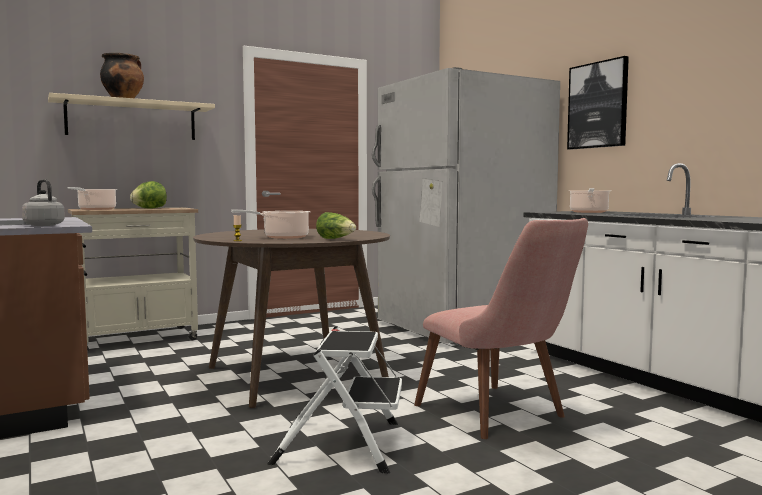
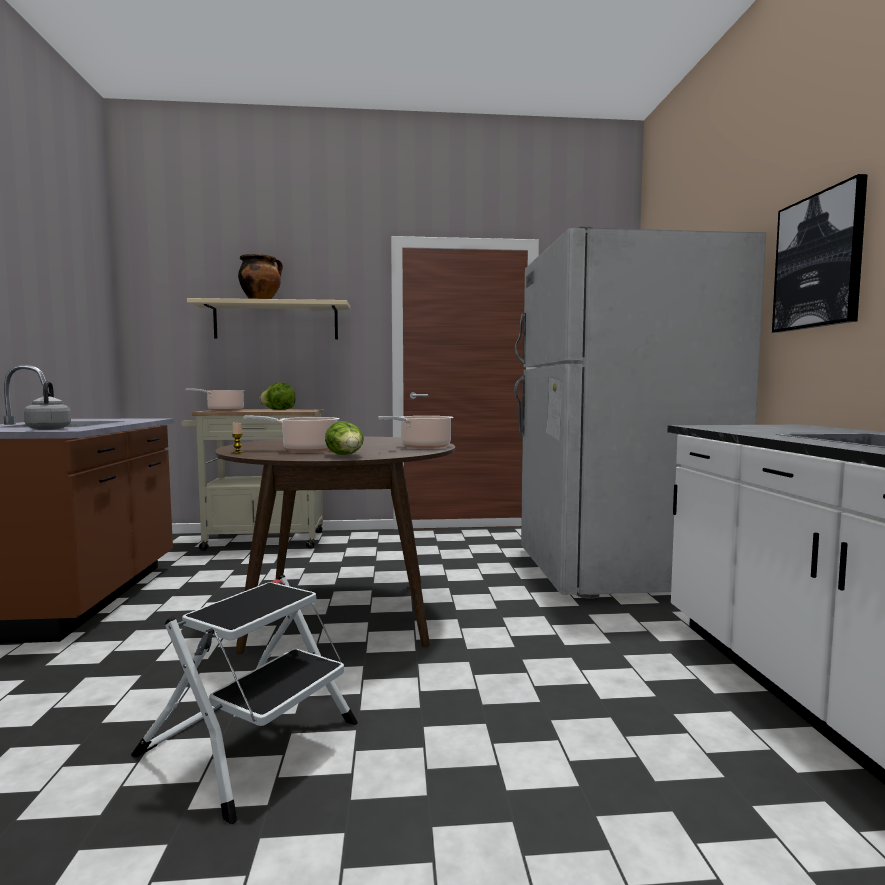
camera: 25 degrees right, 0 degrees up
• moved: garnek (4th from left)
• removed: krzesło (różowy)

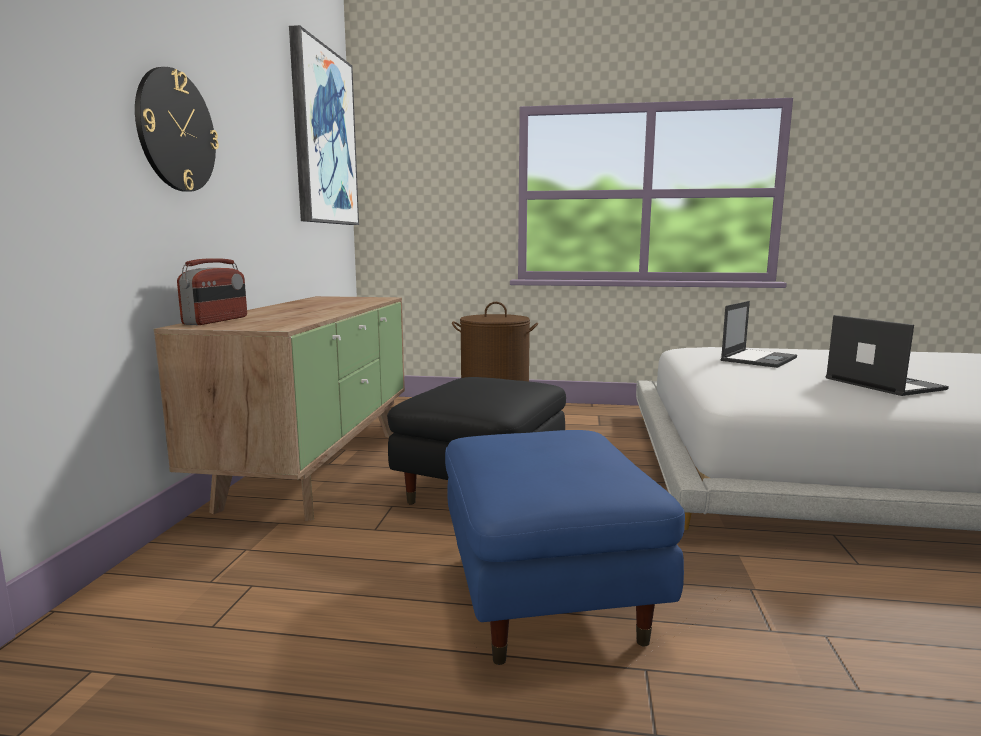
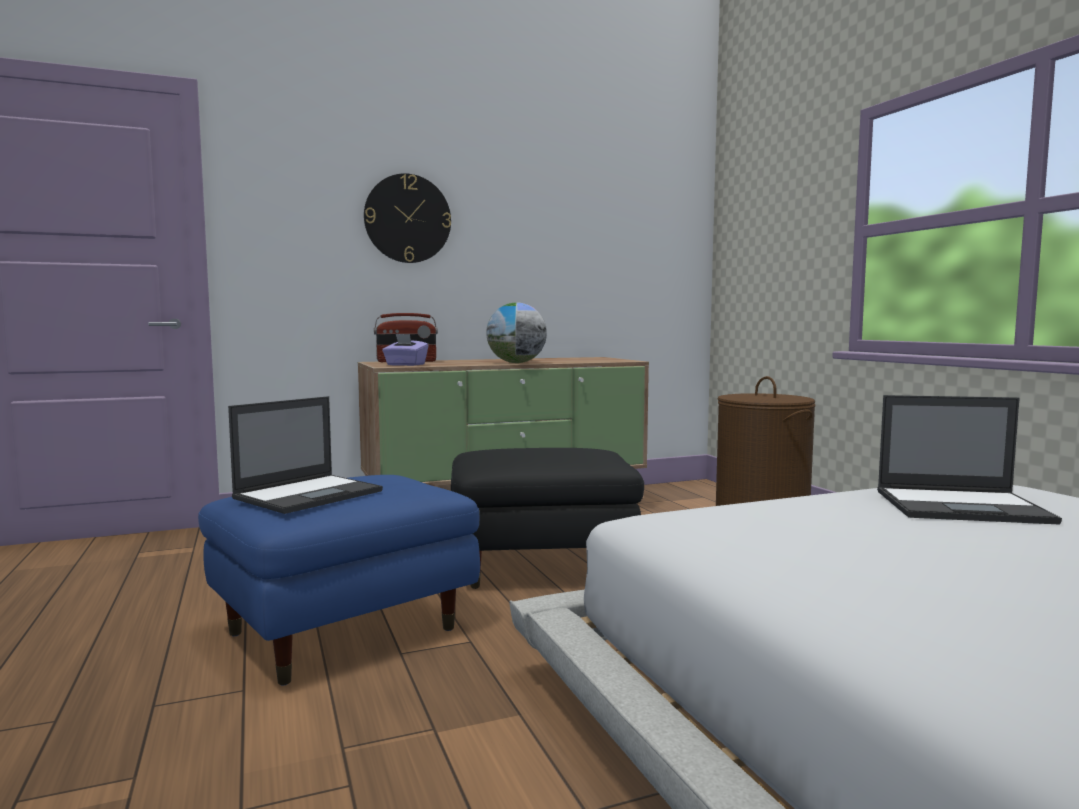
camera: 60 degrees right, 5 degrees down
• removed: obraz
• moved: laptop (2nd from left in the first image) to laptop (1st from left)
• added: globus
• added: pudełko chusteczek (fioletowy)

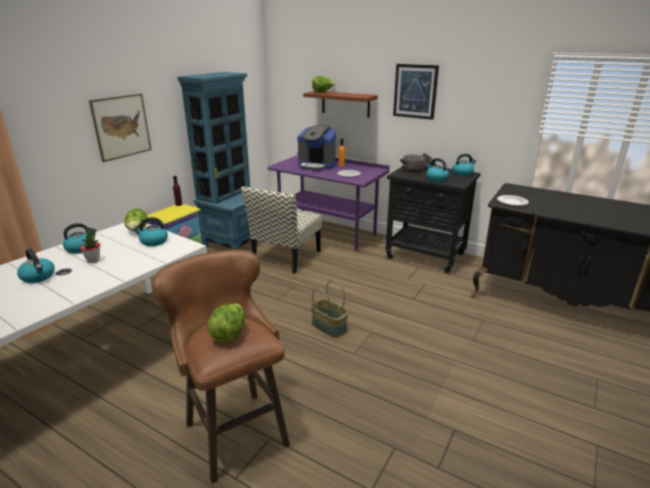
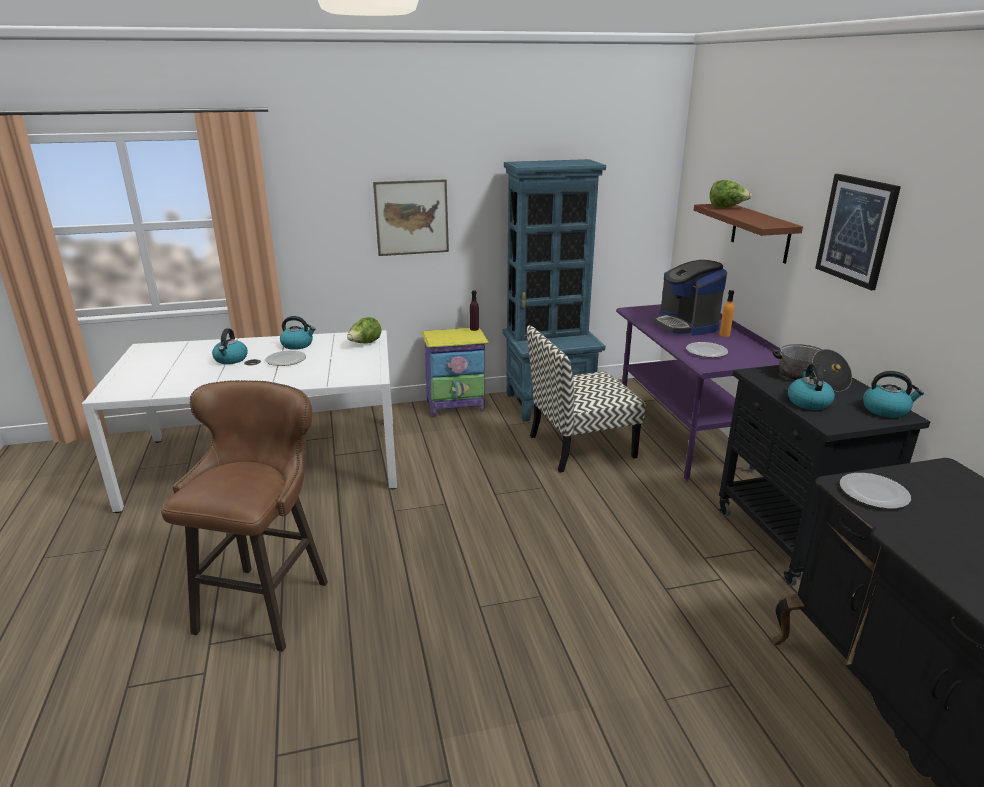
camera: 45 degrees right, 0 degrees up
• removed: czajnik (3rd from left)
• replaced: roślina doniczkowa to talerz (1st from left)
• removed: koszyk
• removed: sałata (2nd from left)

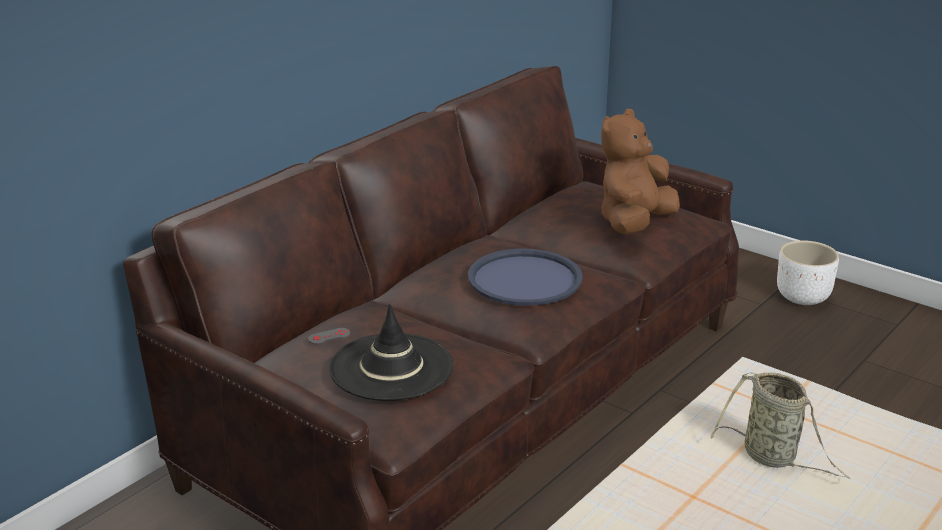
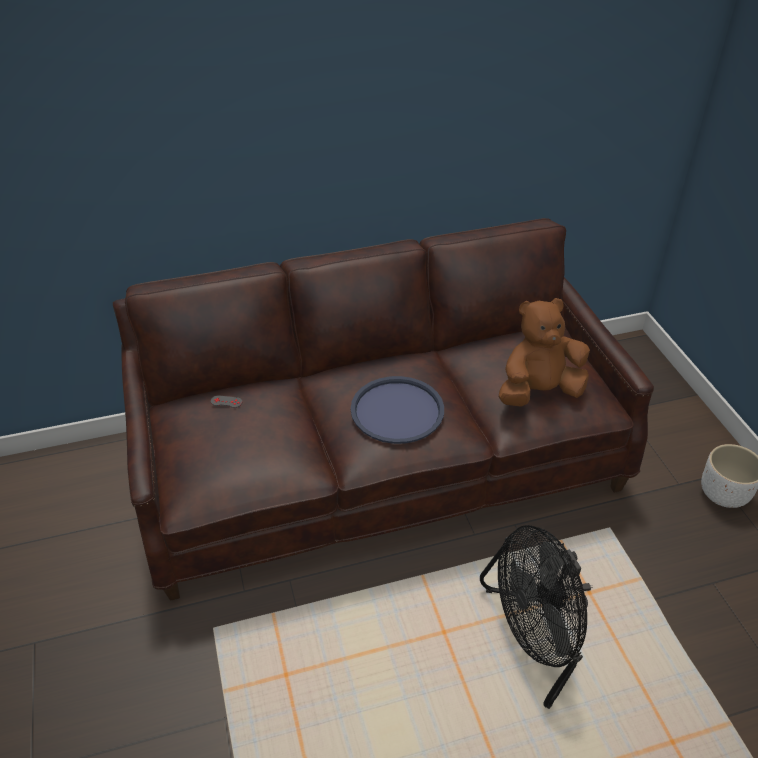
camera: 35 degrees right, 15 degrees up
• removed: kapelusz (czarny)
• replaced: koszyk to wentylator (czarny)

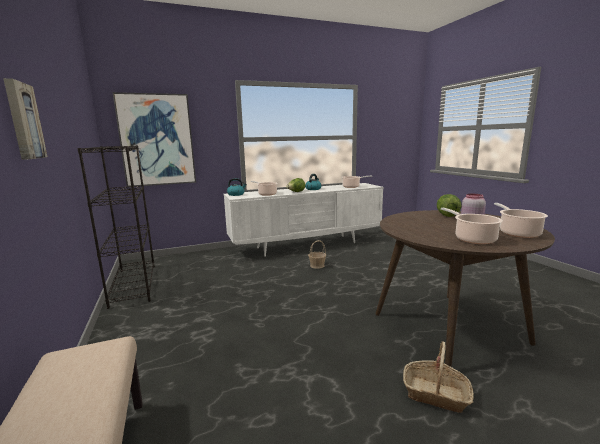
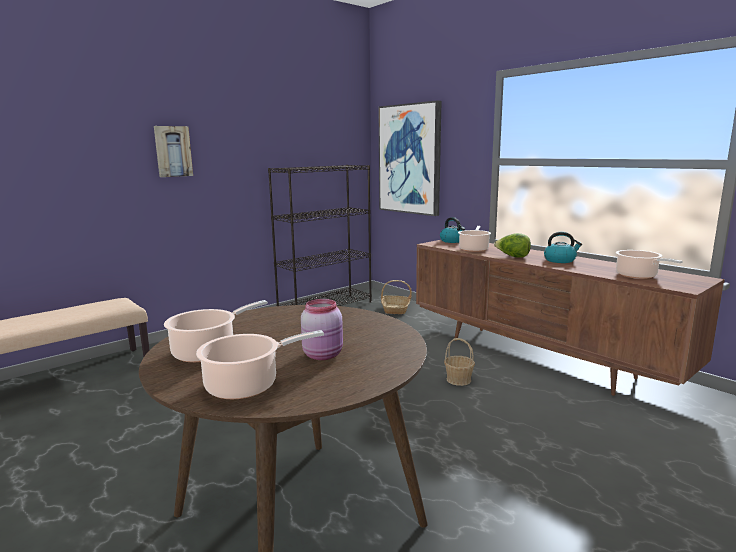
camera: 70 degrees right, 0 degrees up
• recoloured: szafka (biały) to szafka (brązowy)
• removed: sałata (2nd from left)
• moved: koszyk (2nd from left in the first image) to koszyk (1st from left)

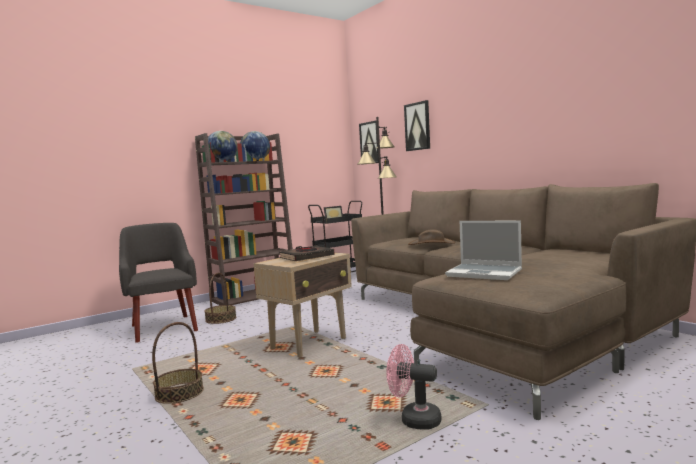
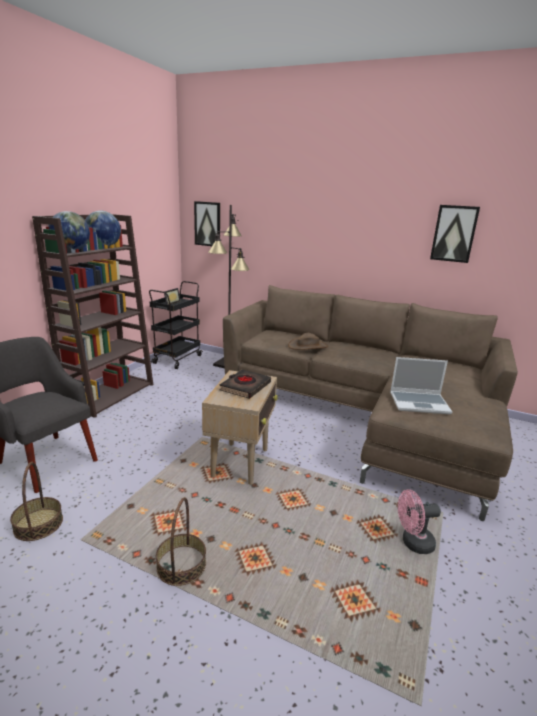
camera: 30 degrees left, 15 degrees up
• moved: obraz (2nd from left)
• moved: koszyk (2nd from left in the first image) to koszyk (1st from left)

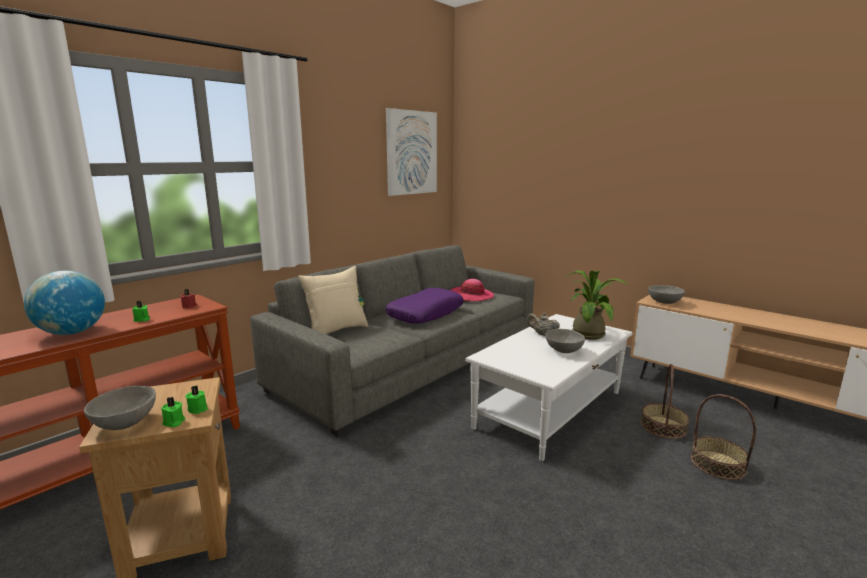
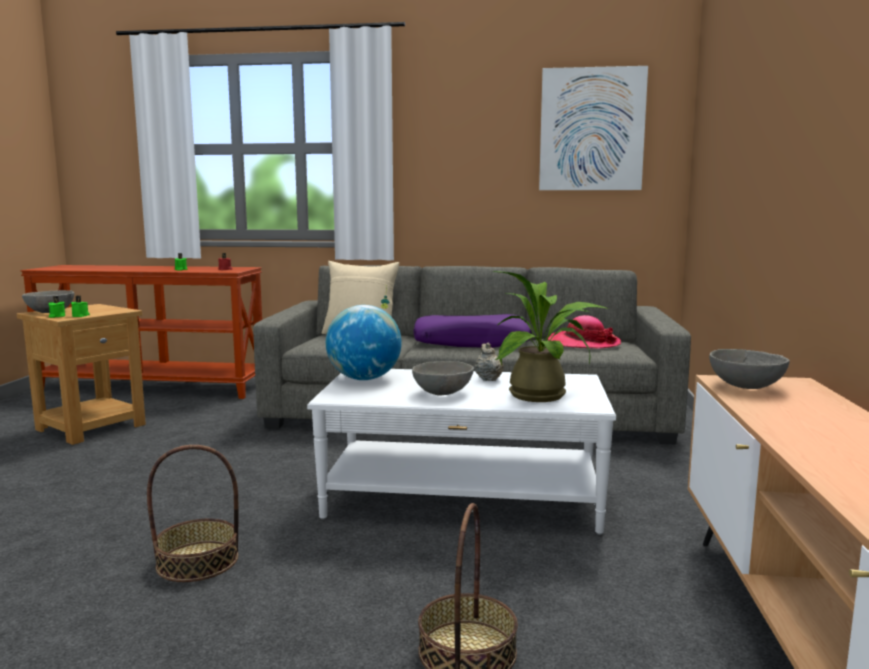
camera: 55 degrees right, 5 degrees down
• moved: globus
• moved: koszyk (1st from left)

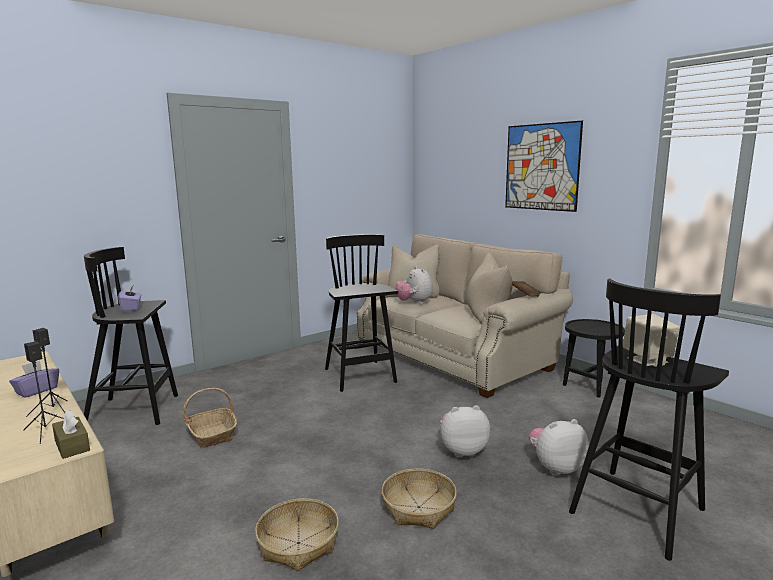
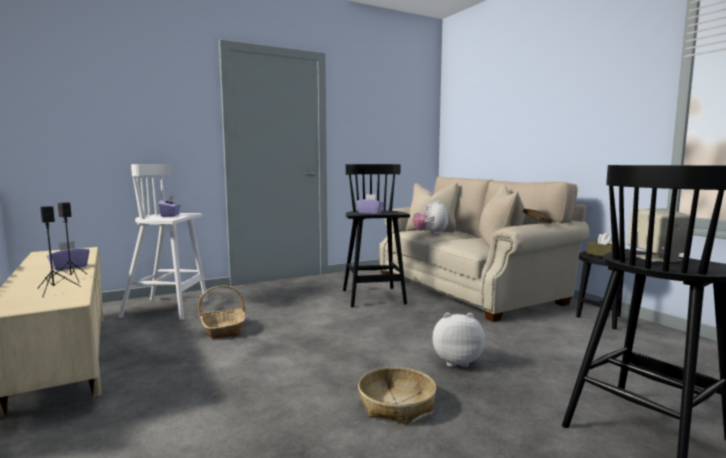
camera: 10 degrees right, 5 degrees down
• removed: obraz
• recoloured: stołek (czarny) (1st from left) to stołek (biały)
• moved: pudełko chusteczek (brązowy)
• removed: pluszak (3rd from left)
• removed: koszyk (2nd from left)
• added: pudełko chusteczek (fioletowy) (3rd from left)

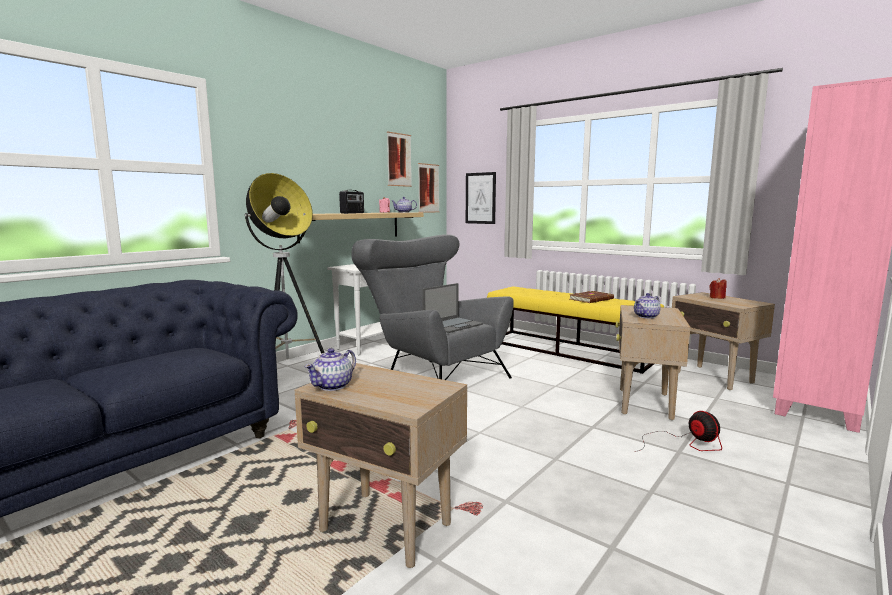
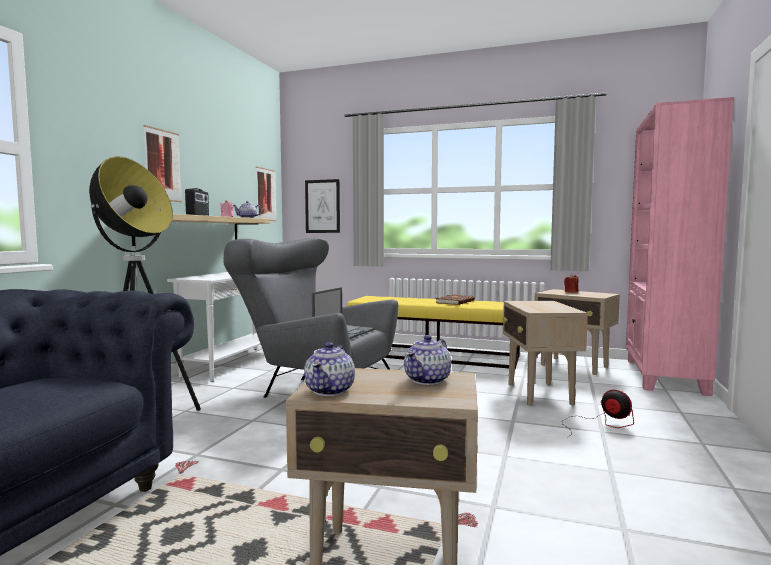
camera: 20 degrees left, 5 degrees down
• moved: obraz (1st from left)
• moved: imbryk (3rd from left)

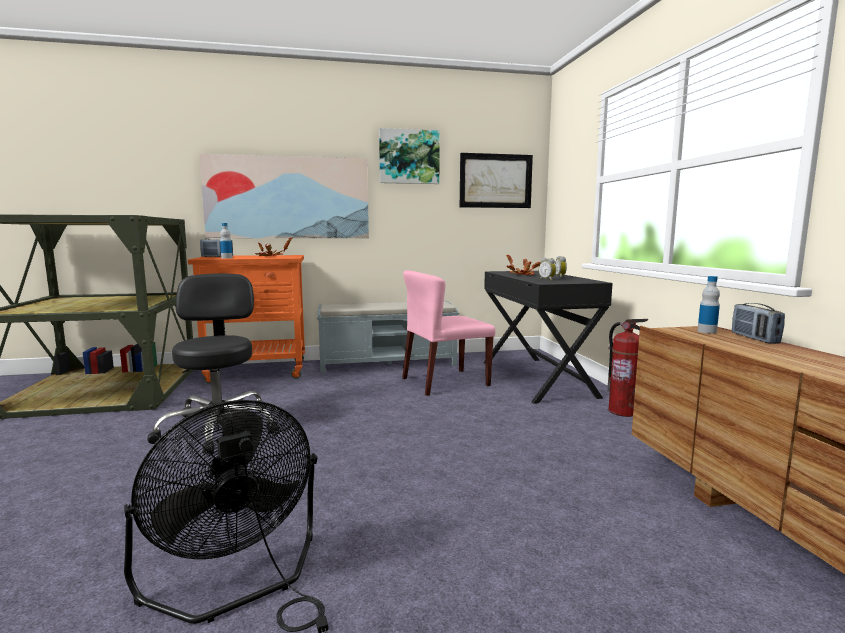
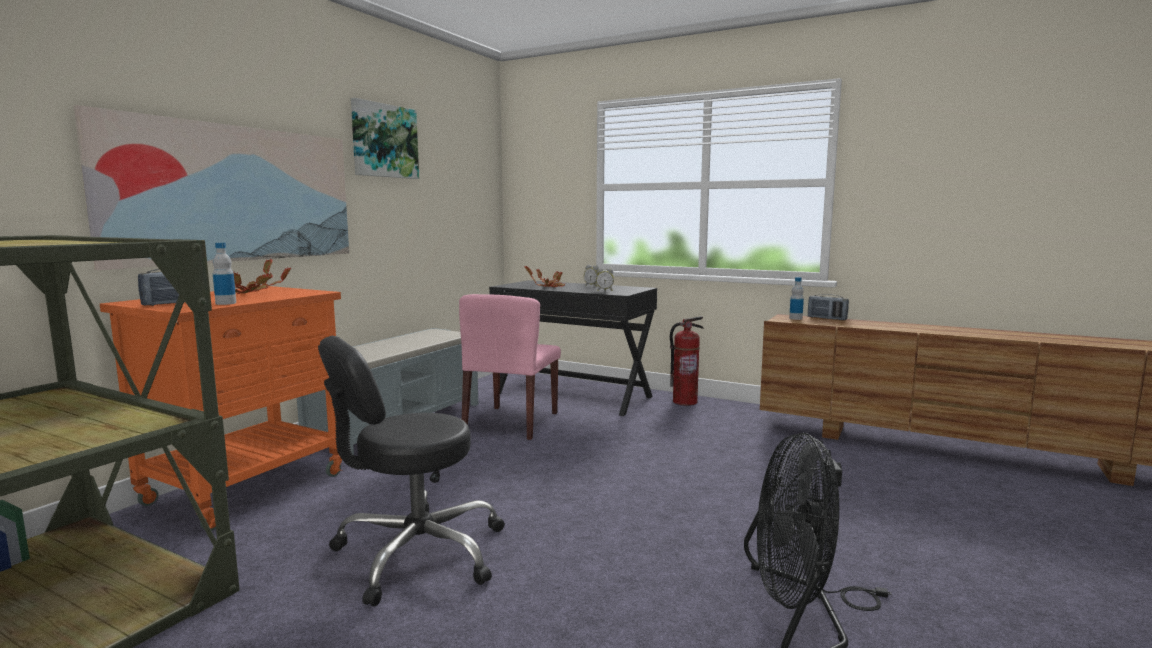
camera: 50 degrees left, 0 degrees up
• removed: obraz (3rd from left)
• turned: krzesło biurowe (czarny) 60 degrees counterclockwise

